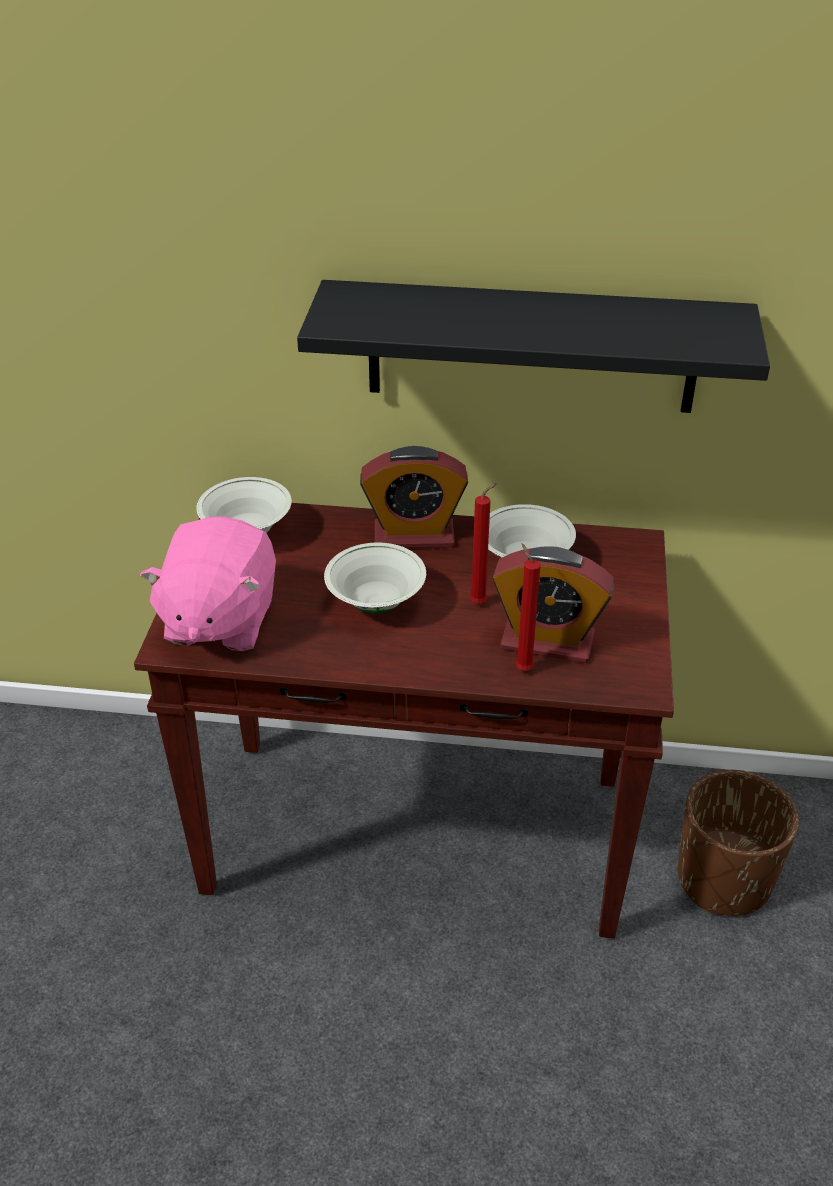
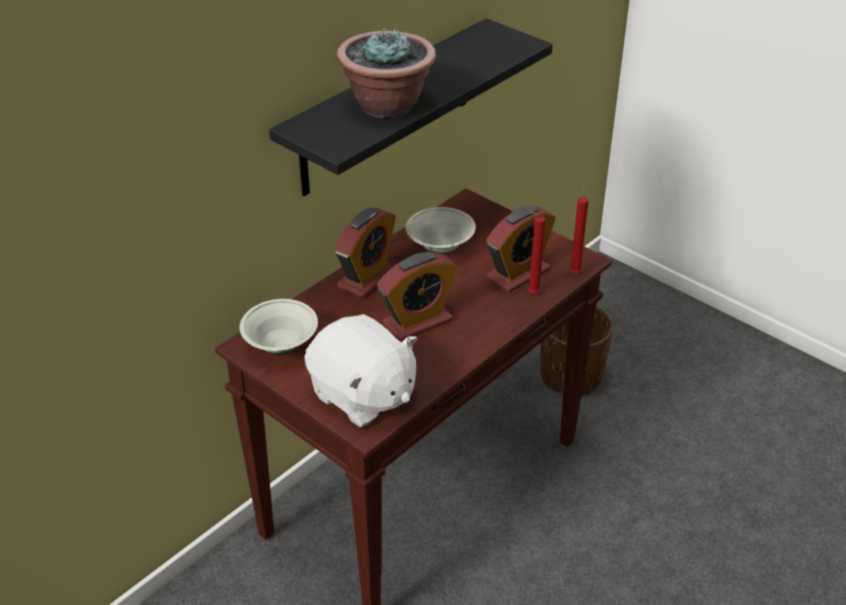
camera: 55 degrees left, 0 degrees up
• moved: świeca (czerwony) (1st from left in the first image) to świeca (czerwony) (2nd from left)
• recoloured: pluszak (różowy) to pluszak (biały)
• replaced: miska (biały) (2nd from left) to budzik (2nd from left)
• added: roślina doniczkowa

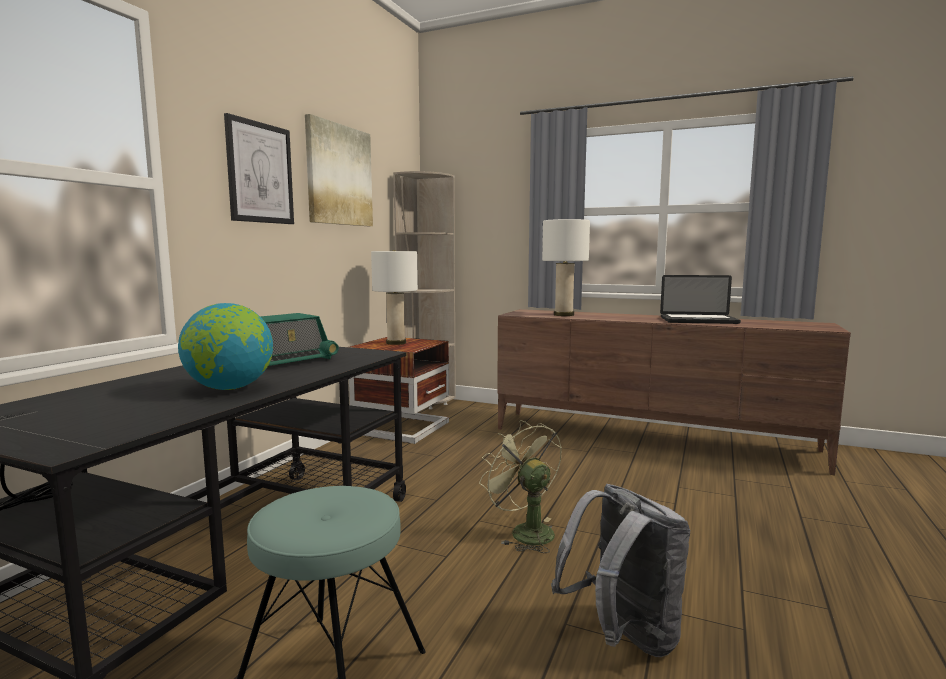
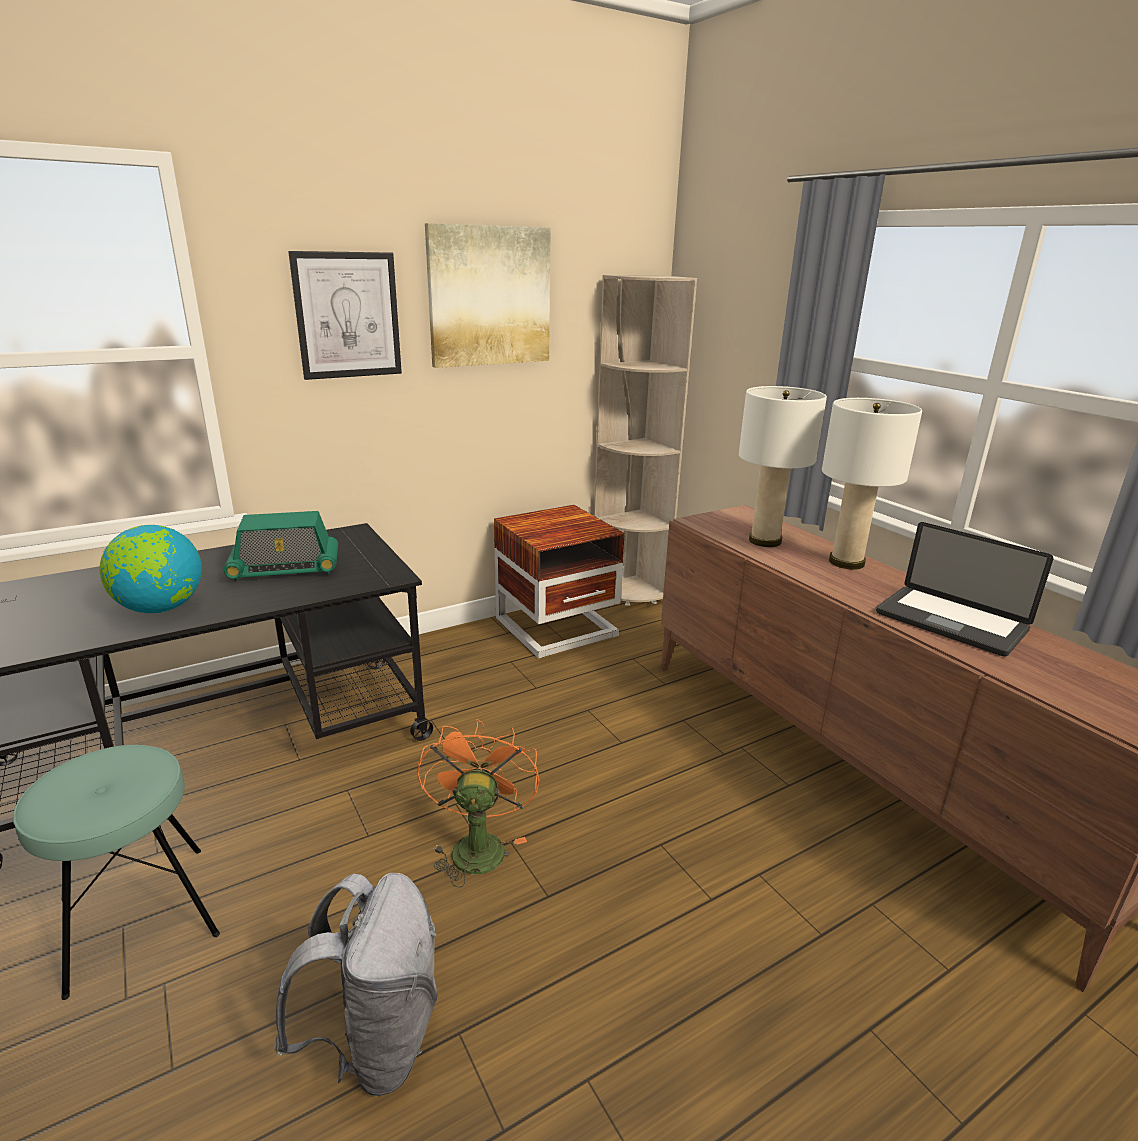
camera: 35 degrees right, 15 degrees up
• moved: lampa stołowa (biały) (1st from left in the first image) to lampa stołowa (biały) (2nd from left)
• recoloured: wentylator (zielony) to wentylator (pomarańczowy)

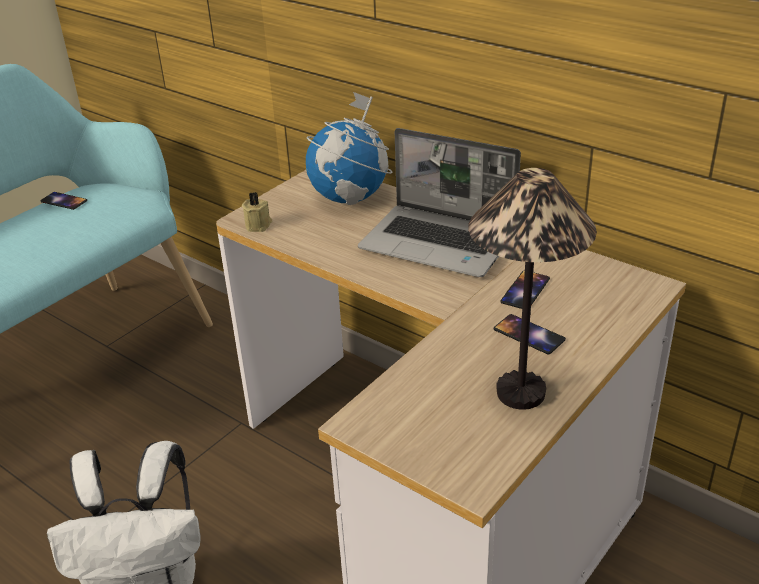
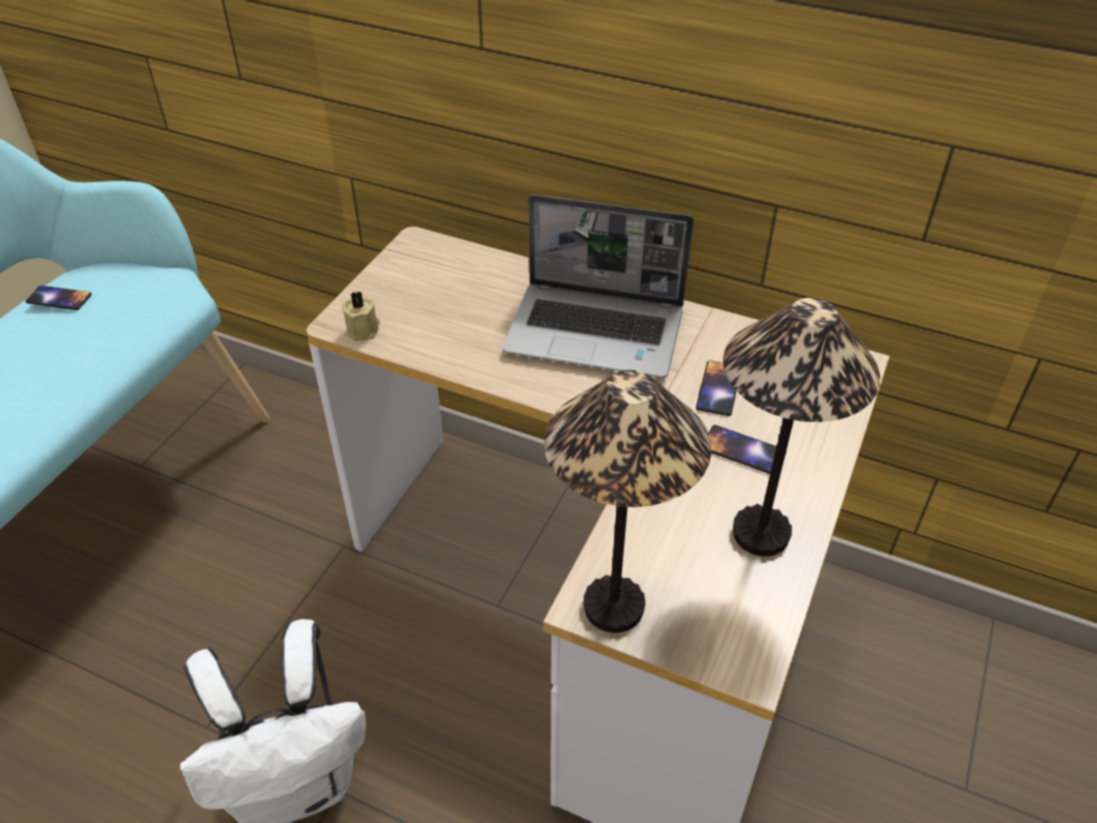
camera: 15 degrees left, 10 degrees up
• removed: globus
• added: lampa stołowa (1st from left)

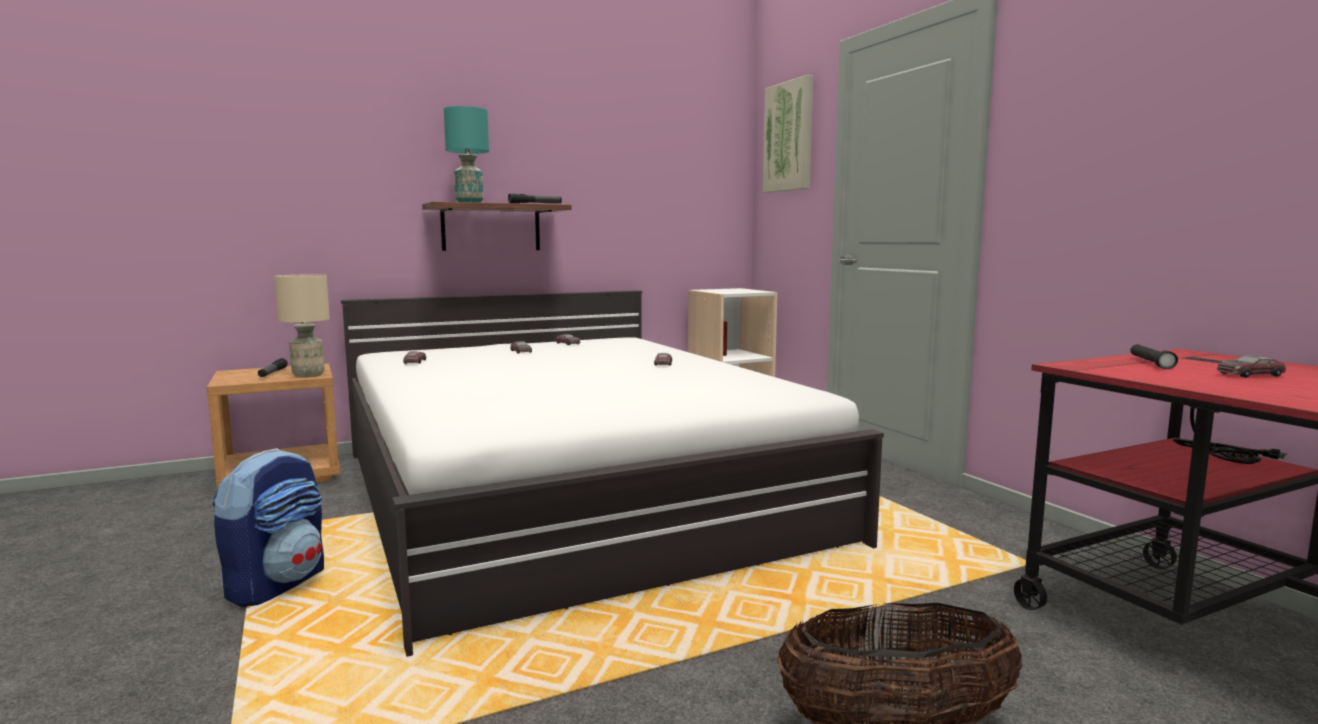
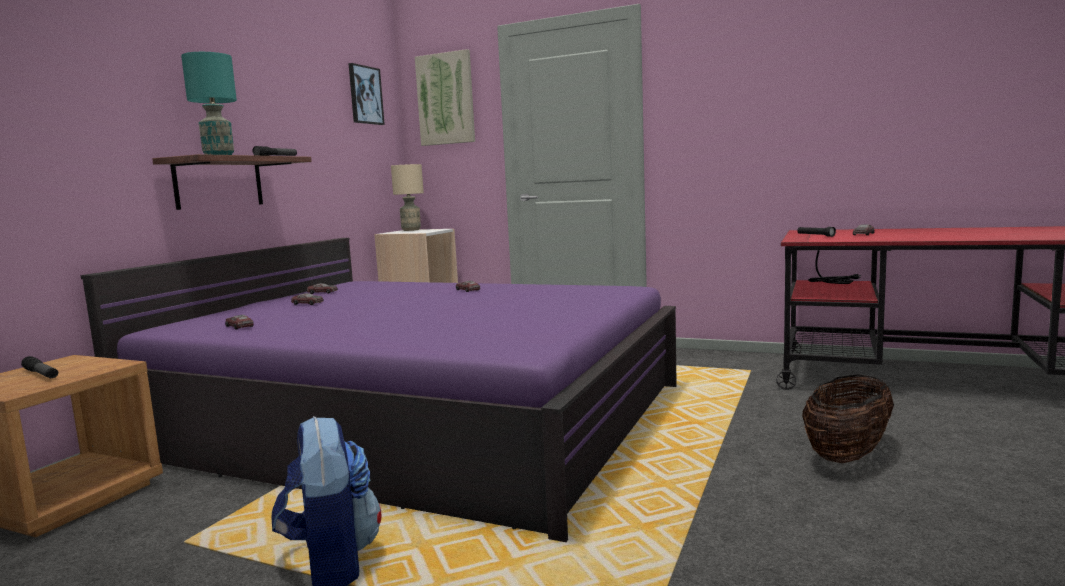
camera: 40 degrees left, 0 degrees up
• moved: lampa stołowa (beżowy)
• recoloured: łóżko (biały) to łóżko (fioletowy)
• added: obraz (1st from left)

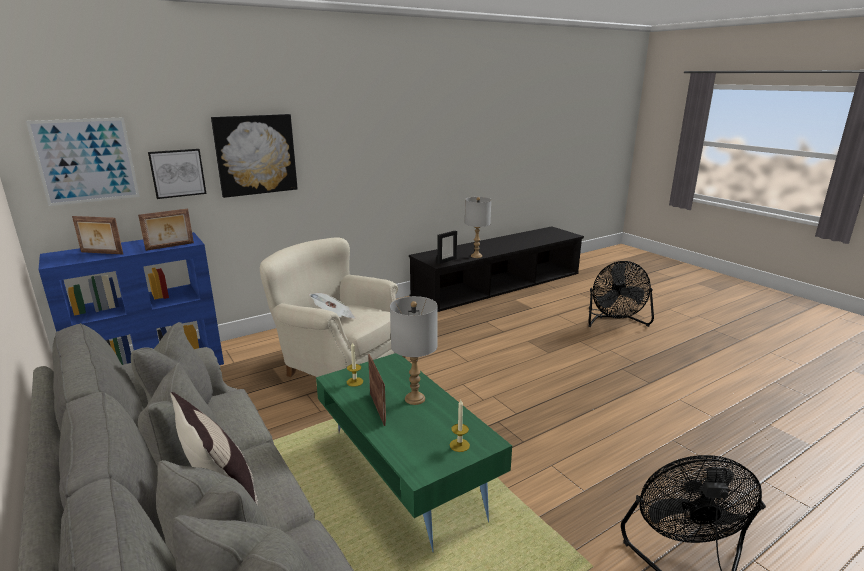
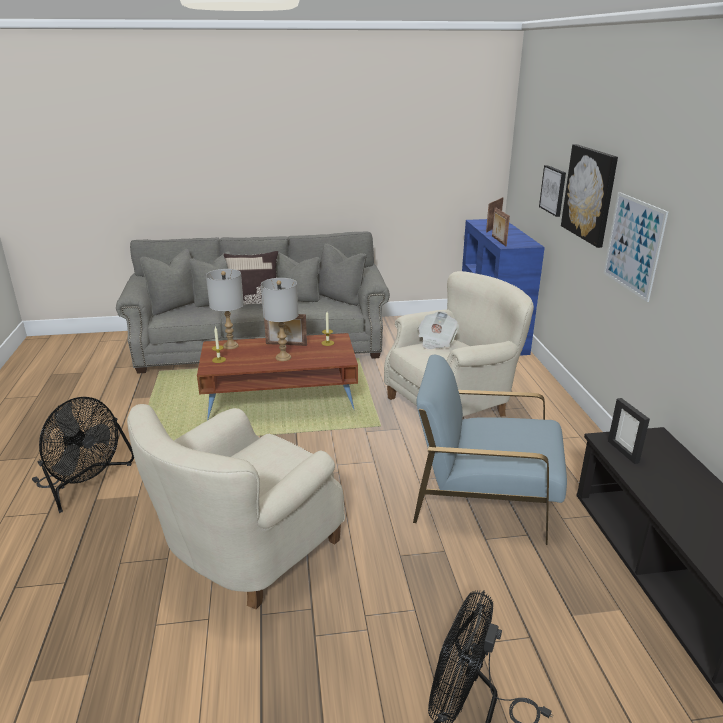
camera: 115 degrees right, 5 degrees up
• moved: obraz (1st from left in the first image) to obraz (3rd from left)
• moved: lampa stołowa (szary) (2nd from left in the first image) to lampa stołowa (szary) (1st from left)
• recoloured: ława (zielony) to ława (brązowy)
• added: fotel (niebieski)
• added: fotel (beżowy) (1st from left)

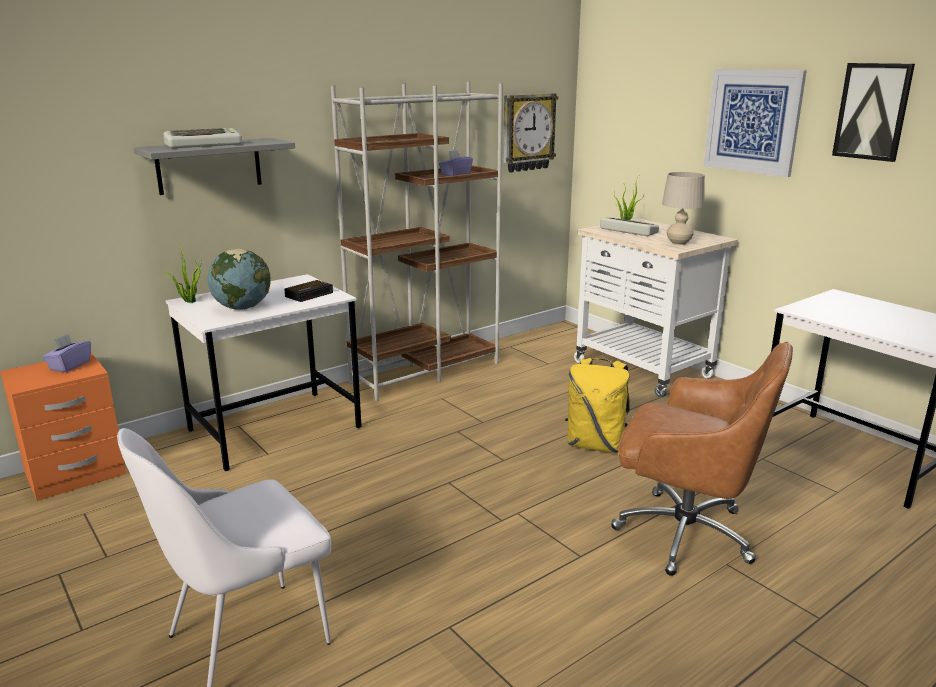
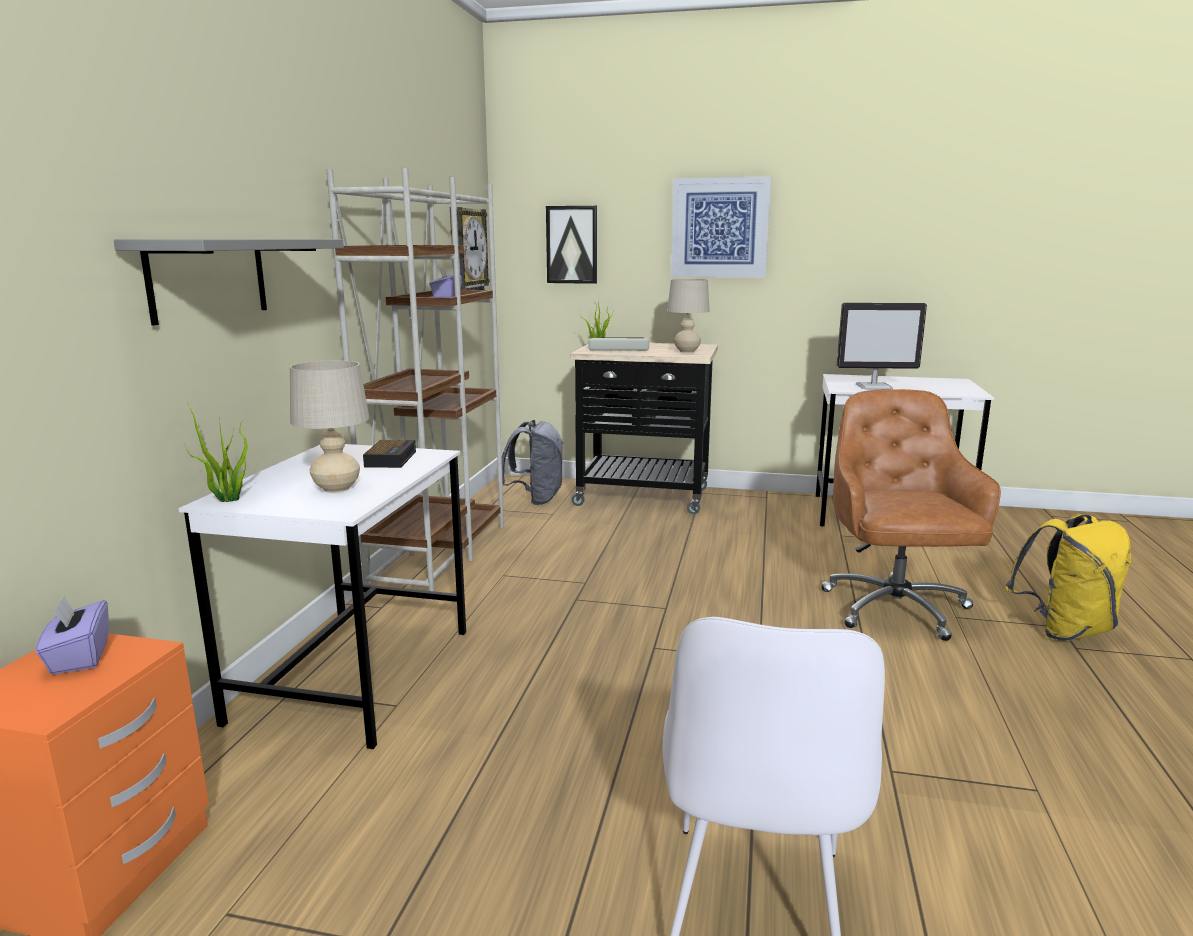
camera: 40 degrees left, 5 degrees down
• moved: obraz (2nd from left in the first image) to obraz (1st from left)
• removed: klawiatura (1st from left)
• recoloured: wózek (biały) to wózek (czarny)
• replaced: globus to lampa stołowa (beżowy) (1st from left)
• turned: krzesło biurowe (brązowy) 75 degrees counterclockwise
• moved: plecak (żółty)
• added: monitor
• added: plecak (szary)

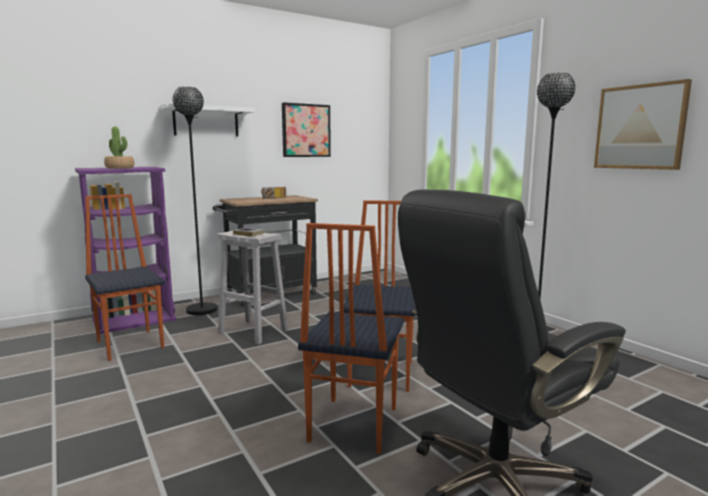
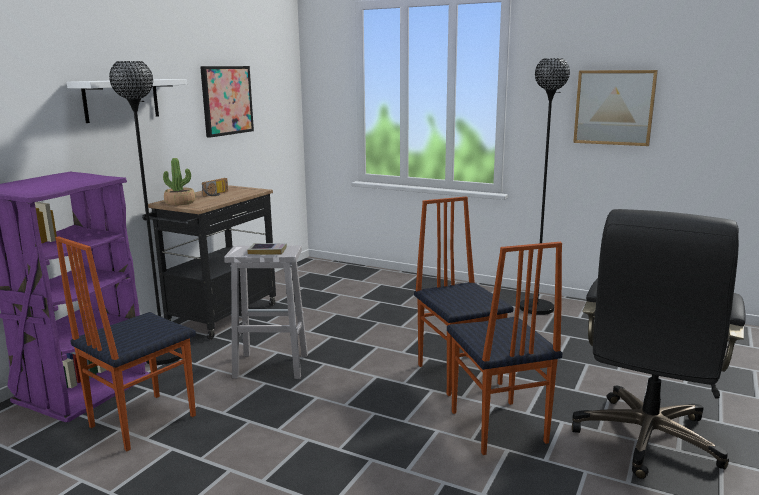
camera: 30 degrees left, 5 degrees up
• moved: roślina doniczkowa
• turned: krzesło (1st from left) 75 degrees counterclockwise

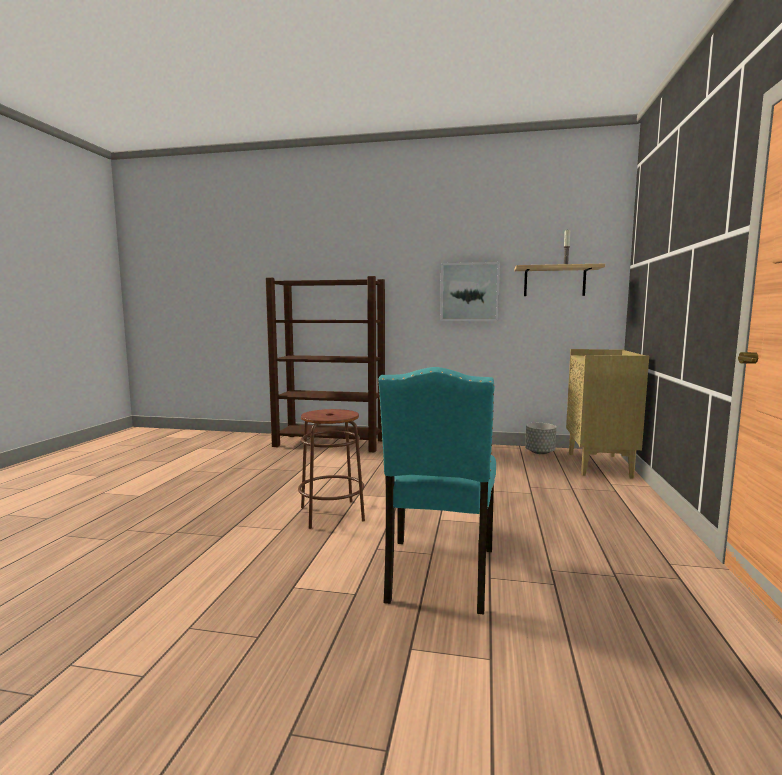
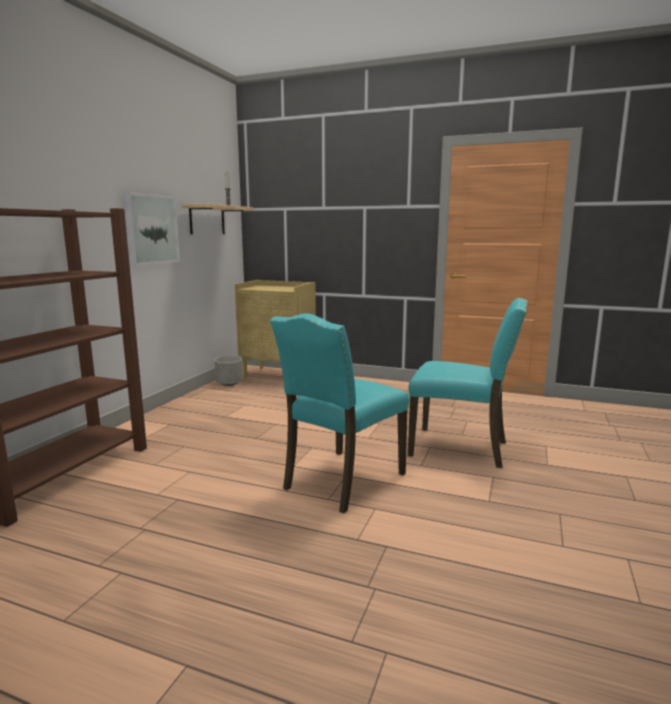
camera: 80 degrees left, 5 degrees up
• replaced: stołek (brązowy) to krzesło (turkusowy) (1st from left)

